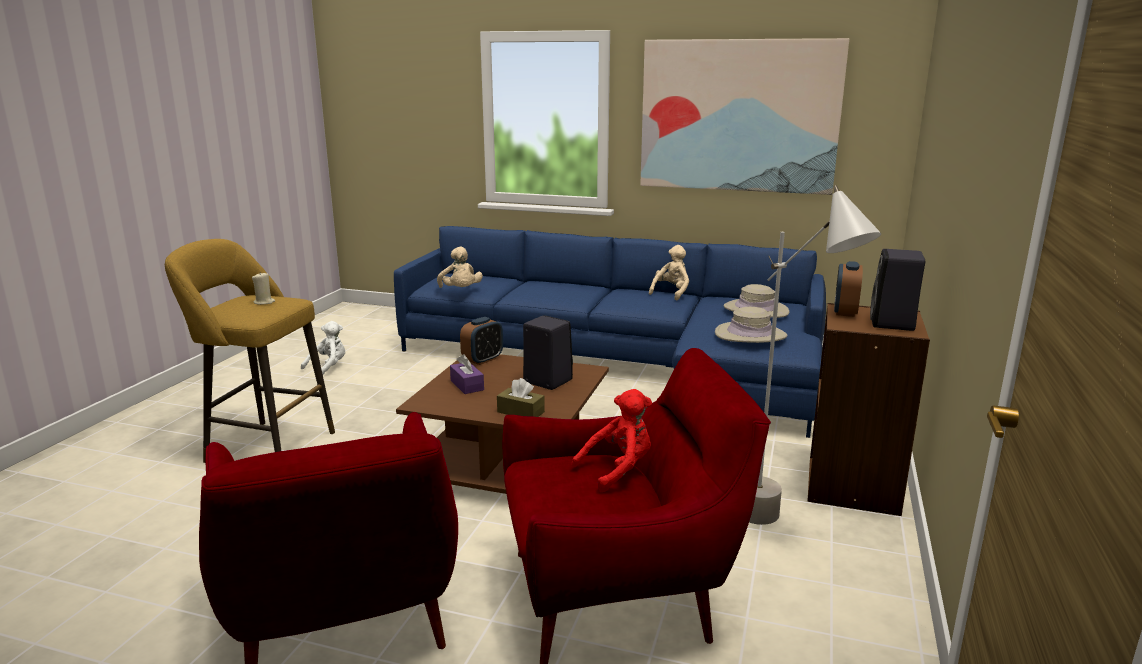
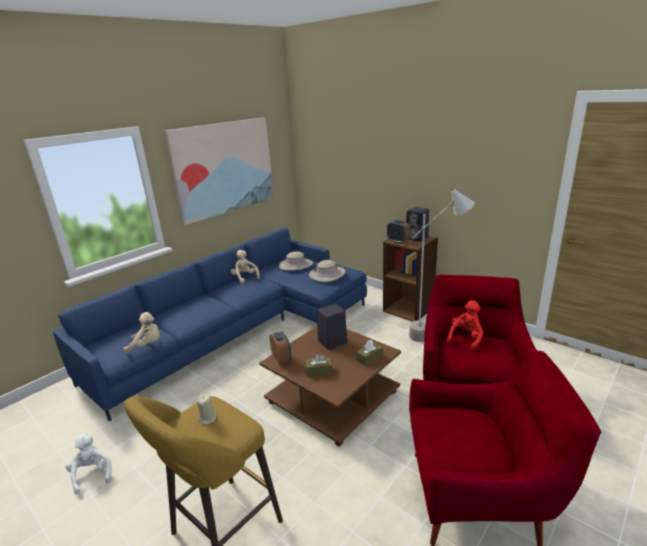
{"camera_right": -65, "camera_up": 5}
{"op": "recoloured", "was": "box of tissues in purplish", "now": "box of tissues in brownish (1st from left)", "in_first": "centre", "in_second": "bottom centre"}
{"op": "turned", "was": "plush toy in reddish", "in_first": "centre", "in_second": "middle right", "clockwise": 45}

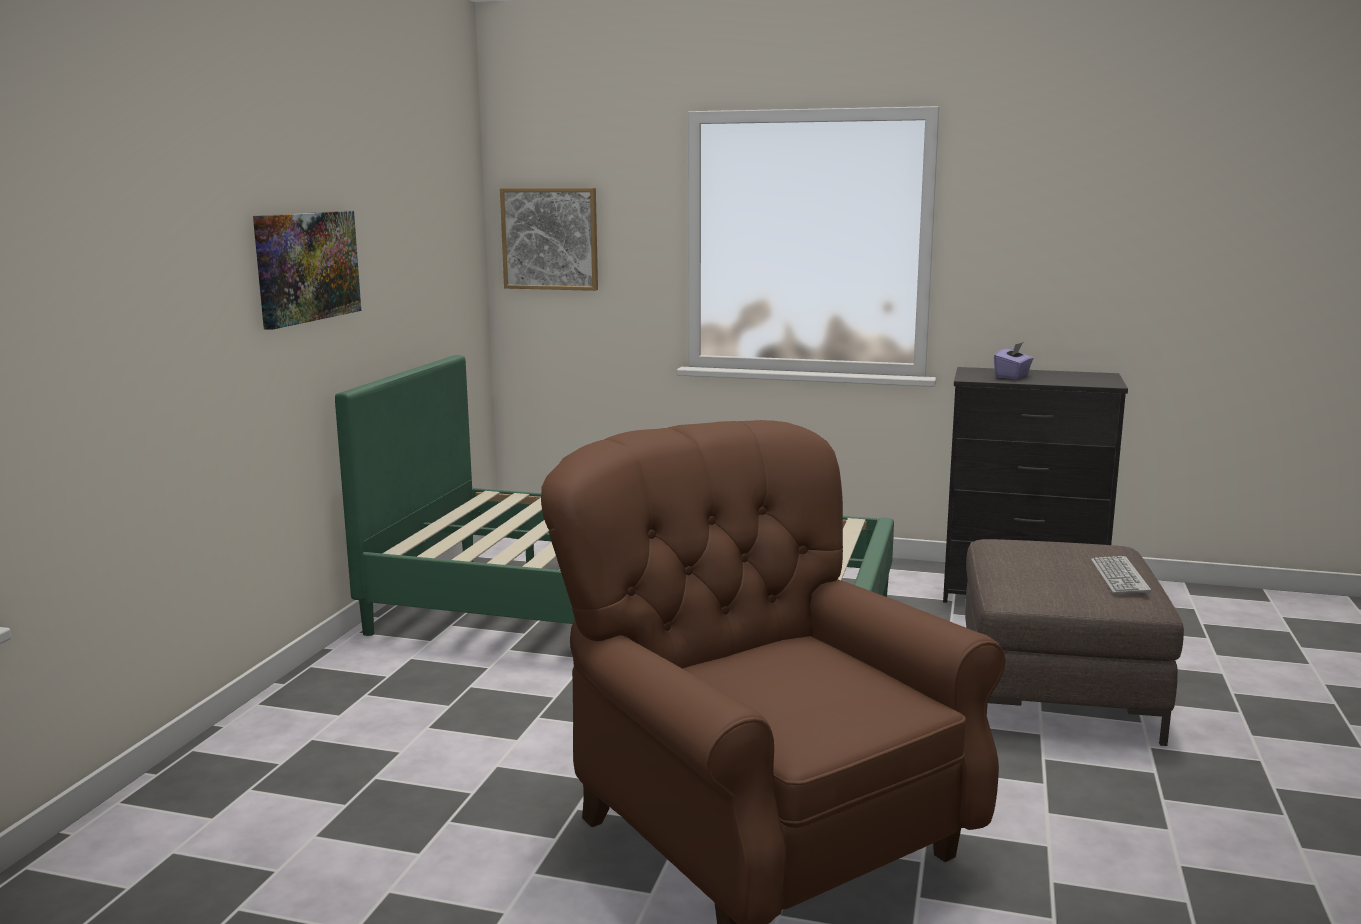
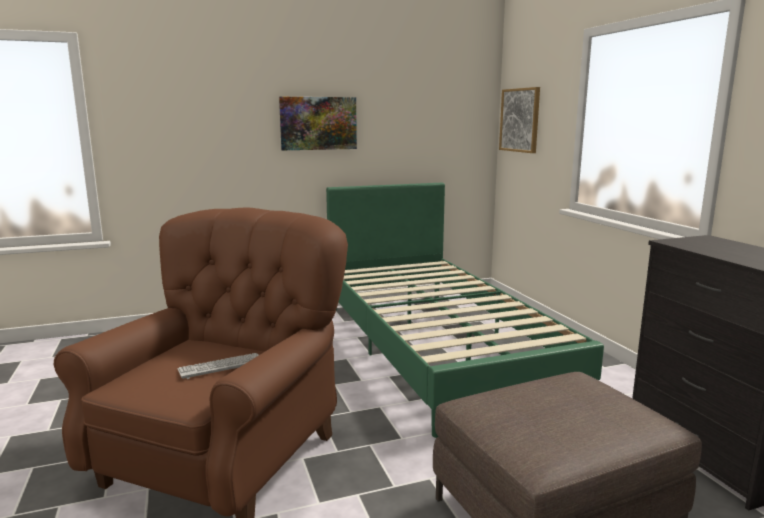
{"camera_right": 55, "camera_up": 0}
{"op": "removed", "was": "box of tissues in purplish", "in_first": "middle right"}
{"op": "moved", "was": "keyboard", "in_first": "middle right", "in_second": "bottom left"}

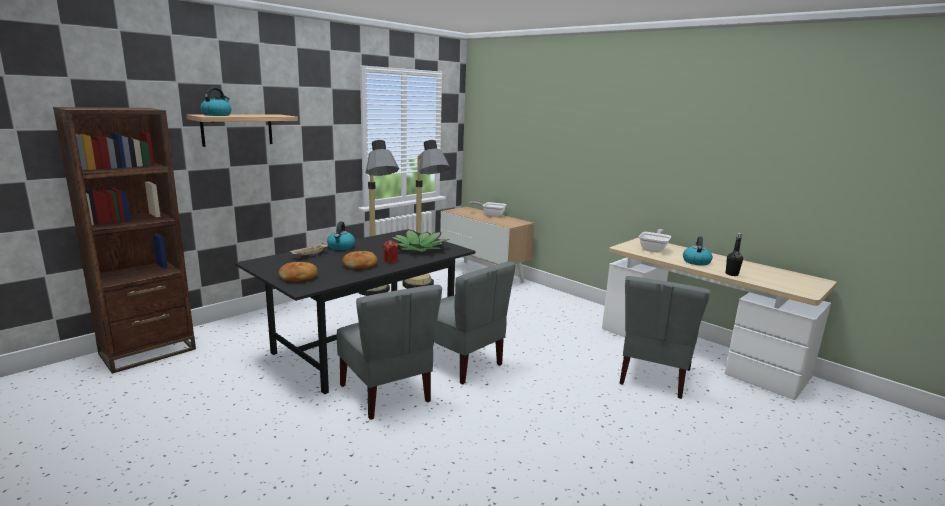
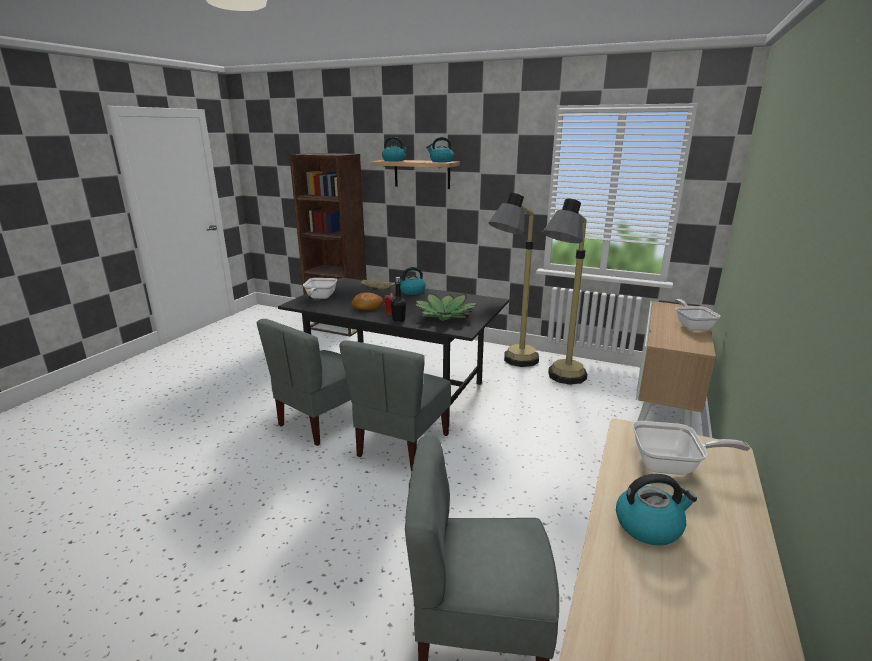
{"camera_right": 70, "camera_up": 5}
{"op": "replaced", "was": "baked bread (1st from left)", "now": "skillet (1st from left)", "in_first": "middle left", "in_second": "centre"}
{"op": "moved", "was": "bottle in black", "in_first": "middle right", "in_second": "centre"}
{"op": "added", "now": "kettle (3rd from left)", "in_second": "top centre"}

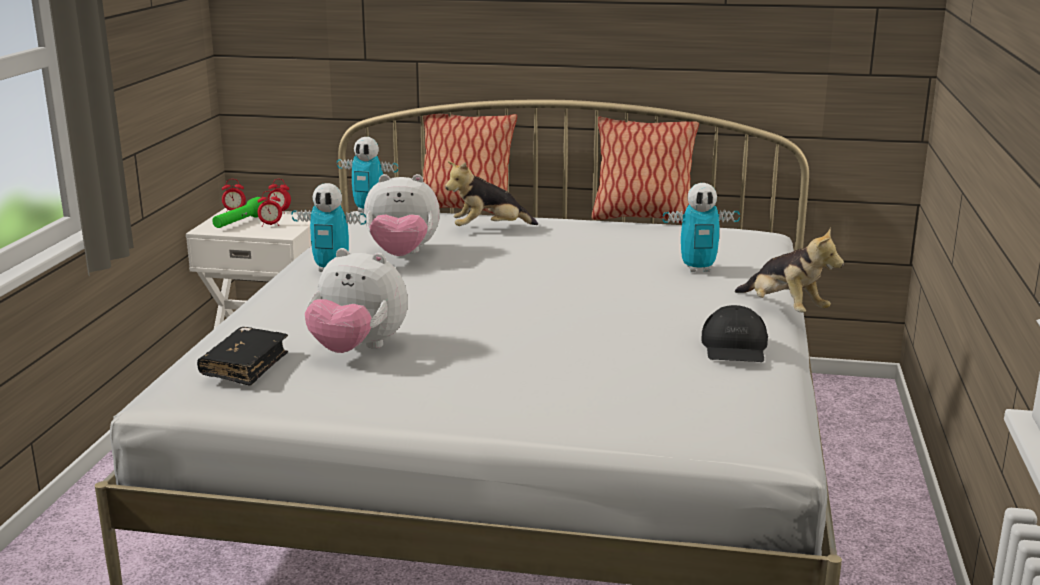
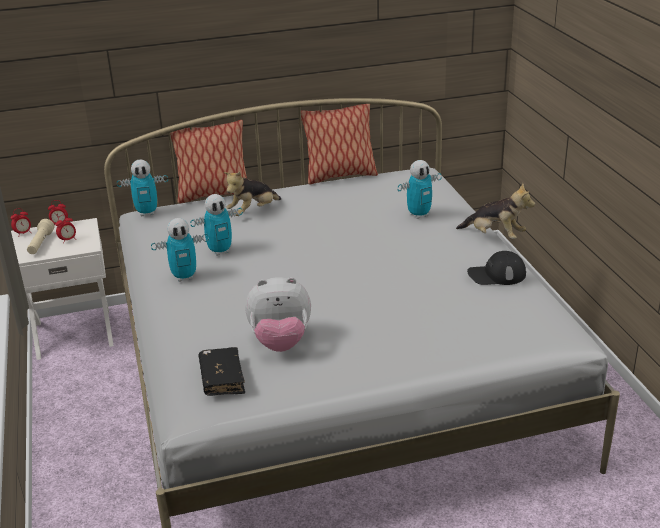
{"camera_right": -25, "camera_up": 10}
{"op": "recoloured", "was": "flashlight in green", "now": "flashlight in beige", "in_first": "middle left", "in_second": "middle left"}
{"op": "replaced", "was": "plush toy (2nd from left)", "now": "robot figure (3rd from left)", "in_first": "centre", "in_second": "middle left"}
{"op": "turned", "was": "cap in black", "in_first": "middle right", "in_second": "middle right", "clockwise": 105}

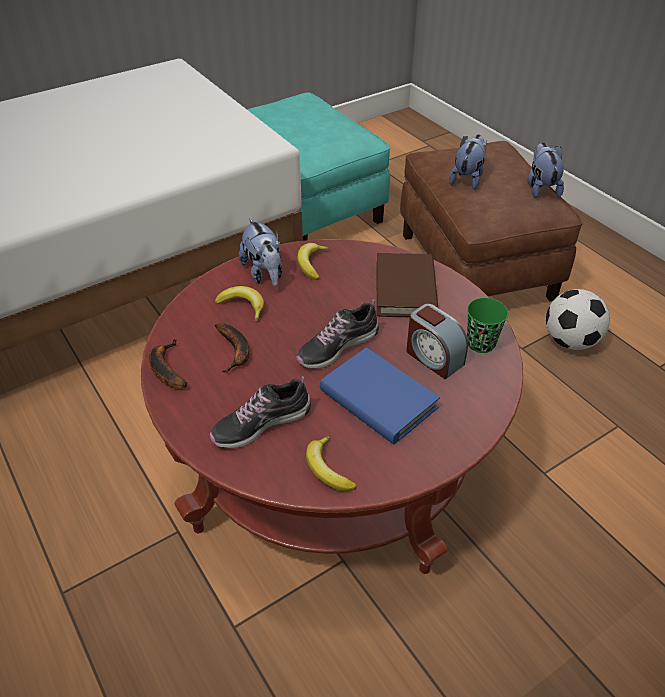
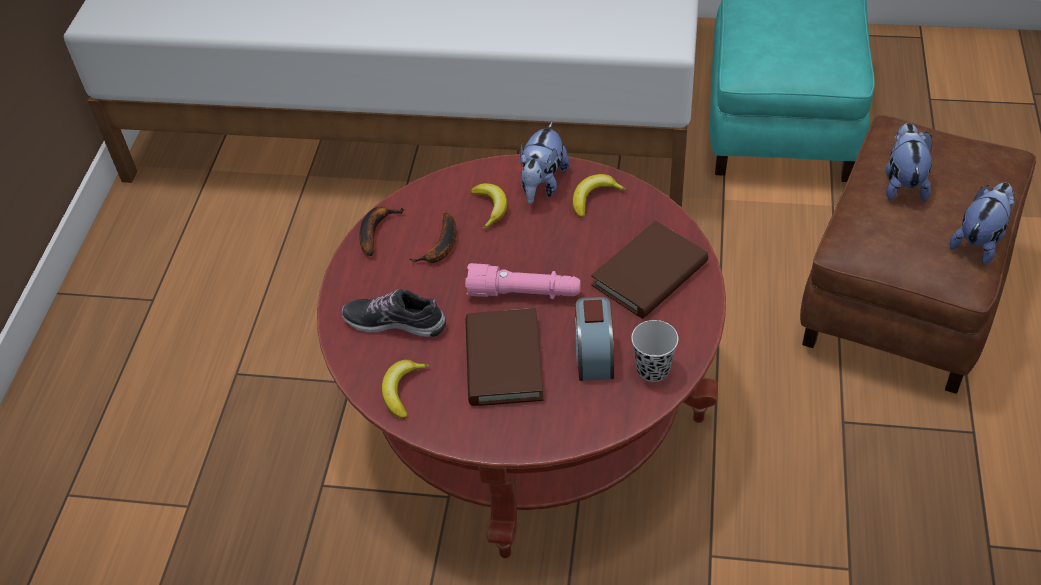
{"camera_right": 45, "camera_up": 5}
{"op": "replaced", "was": "low shoe (2nd from left)", "now": "flashlight in pinkish", "in_first": "centre", "in_second": "centre"}
{"op": "recoloured", "was": "bound book in blue", "now": "bound book in brownish (1st from left)", "in_first": "centre", "in_second": "centre"}
{"op": "turned", "was": "plush toy (2nd from left)", "in_first": "top right", "in_second": "top right", "clockwise": -60}
{"op": "recoloured", "was": "cup in green", "now": "cup in black", "in_first": "middle right", "in_second": "centre"}
{"op": "removed", "was": "football", "in_first": "middle right"}

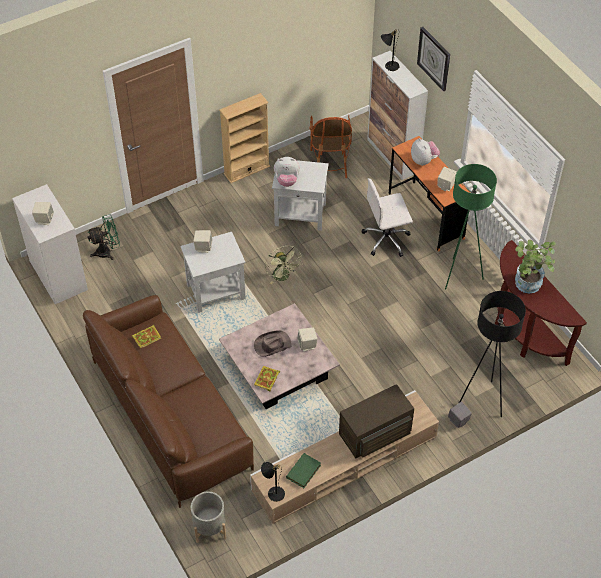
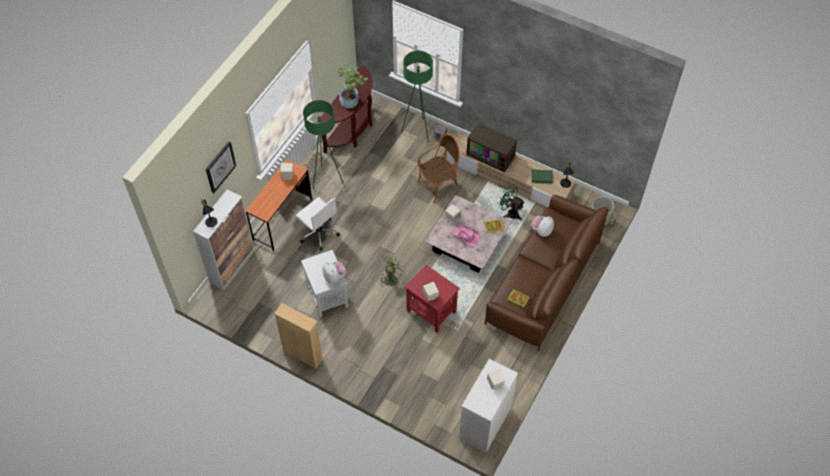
{"camera_right": -120, "camera_up": 5}
{"op": "moved", "was": "electric fan in green (1st from left in the first image)", "now": "electric fan in green (2nd from left)", "in_first": "middle left", "in_second": "centre"}
{"op": "recoloured", "was": "accent table in white (1st from left)", "now": "accent table in reddish", "in_first": "centre", "in_second": "centre"}
{"op": "recoloured", "was": "wearable hat in brownish", "now": "wearable hat in pinkish", "in_first": "centre", "in_second": "centre"}
{"op": "moved", "was": "armchair", "in_first": "top centre", "in_second": "centre"}
{"op": "moved", "was": "plush toy (2nd from left)", "in_first": "top right", "in_second": "centre"}
{"op": "recoloured", "was": "standard lamp in black", "now": "standard lamp in green (2nd from left)", "in_first": "middle right", "in_second": "top centre"}

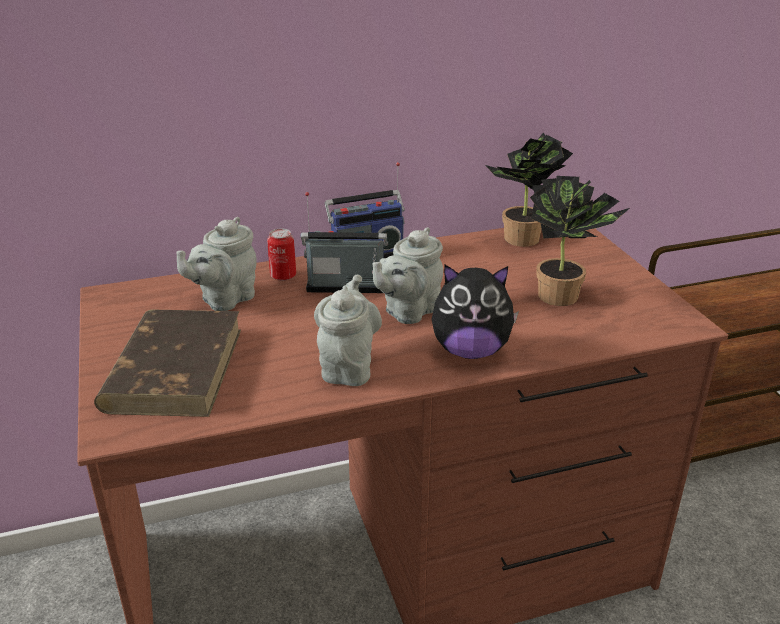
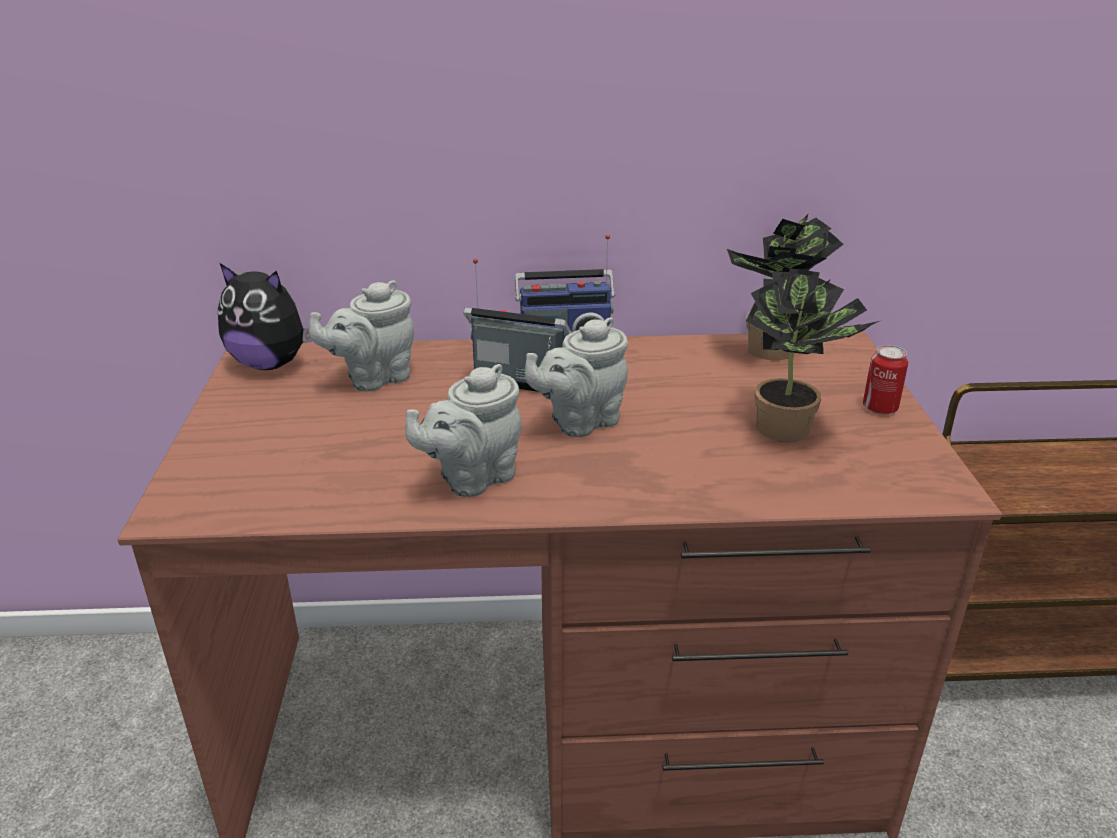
{"camera_right": 15, "camera_up": 0}
{"op": "removed", "was": "bound book in brownish", "in_first": "middle left"}
{"op": "moved", "was": "sealed can", "in_first": "centre", "in_second": "middle right"}
{"op": "turned", "was": "teapot in greyish (2nd from left)", "in_first": "centre", "in_second": "centre", "clockwise": -150}
{"op": "moved", "was": "plush toy", "in_first": "centre", "in_second": "middle left"}

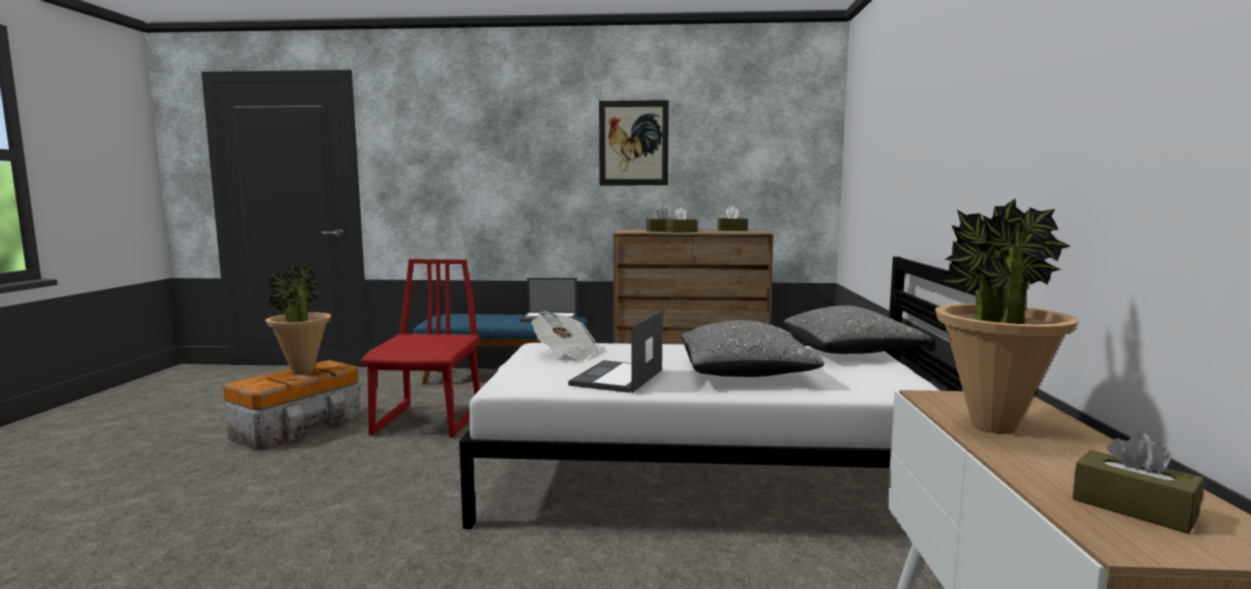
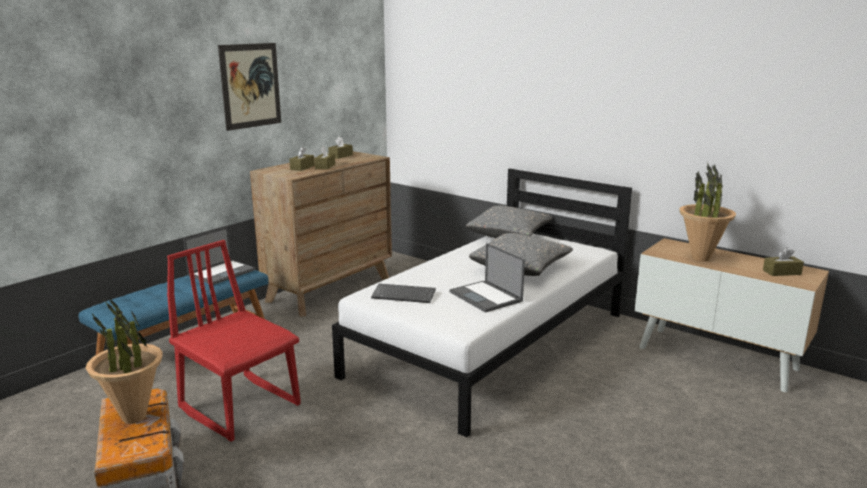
{"camera_right": -55, "camera_up": 10}
{"op": "replaced", "was": "daily paper", "now": "keyboard", "in_first": "centre", "in_second": "centre"}

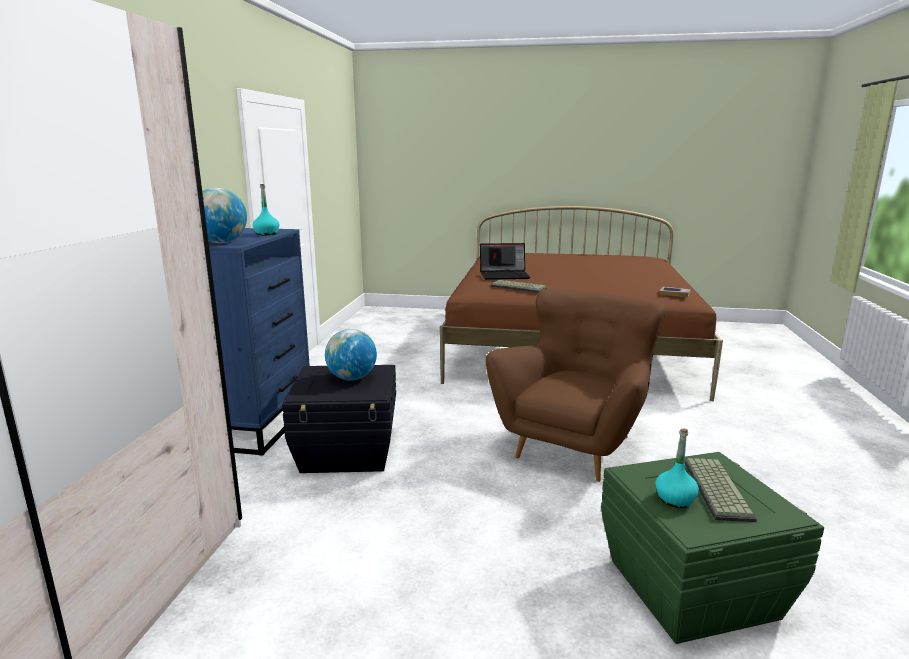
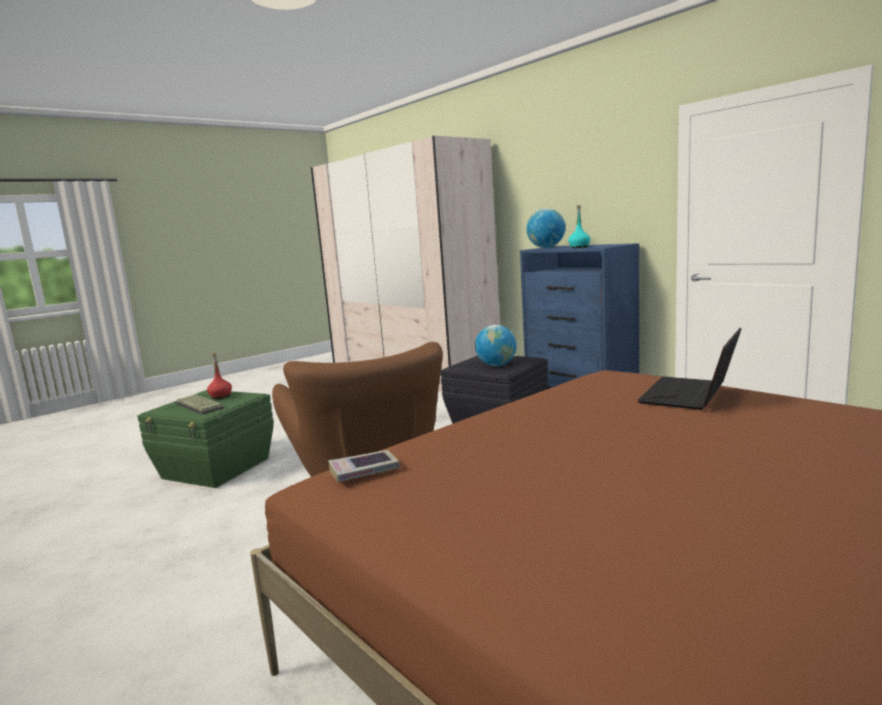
{"camera_right": 130, "camera_up": -5}
{"op": "removed", "was": "keyboard (1st from left)", "in_first": "centre"}
{"op": "recoloured", "was": "bottle in turquoise-coloured (2nd from left)", "now": "bottle in reddish", "in_first": "bottom right", "in_second": "middle left"}

